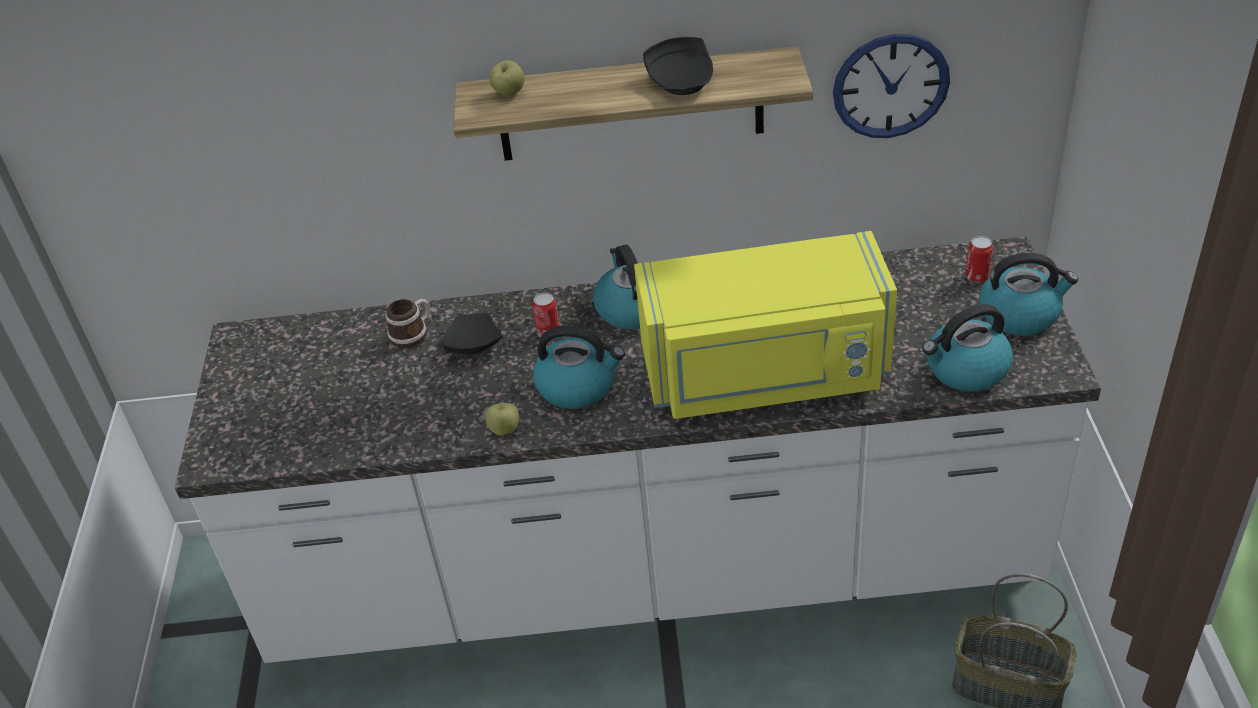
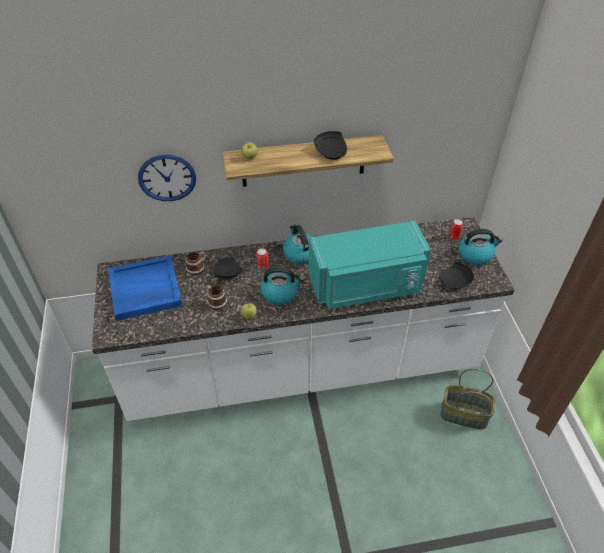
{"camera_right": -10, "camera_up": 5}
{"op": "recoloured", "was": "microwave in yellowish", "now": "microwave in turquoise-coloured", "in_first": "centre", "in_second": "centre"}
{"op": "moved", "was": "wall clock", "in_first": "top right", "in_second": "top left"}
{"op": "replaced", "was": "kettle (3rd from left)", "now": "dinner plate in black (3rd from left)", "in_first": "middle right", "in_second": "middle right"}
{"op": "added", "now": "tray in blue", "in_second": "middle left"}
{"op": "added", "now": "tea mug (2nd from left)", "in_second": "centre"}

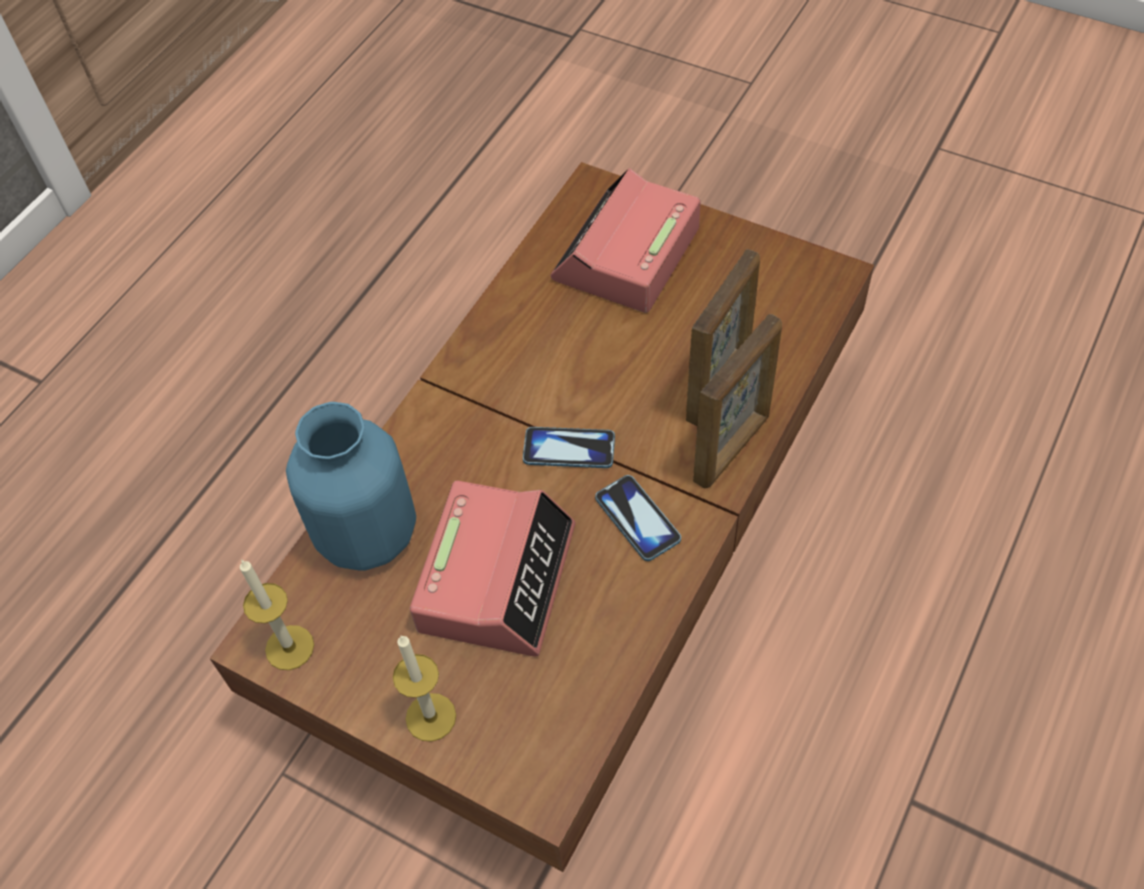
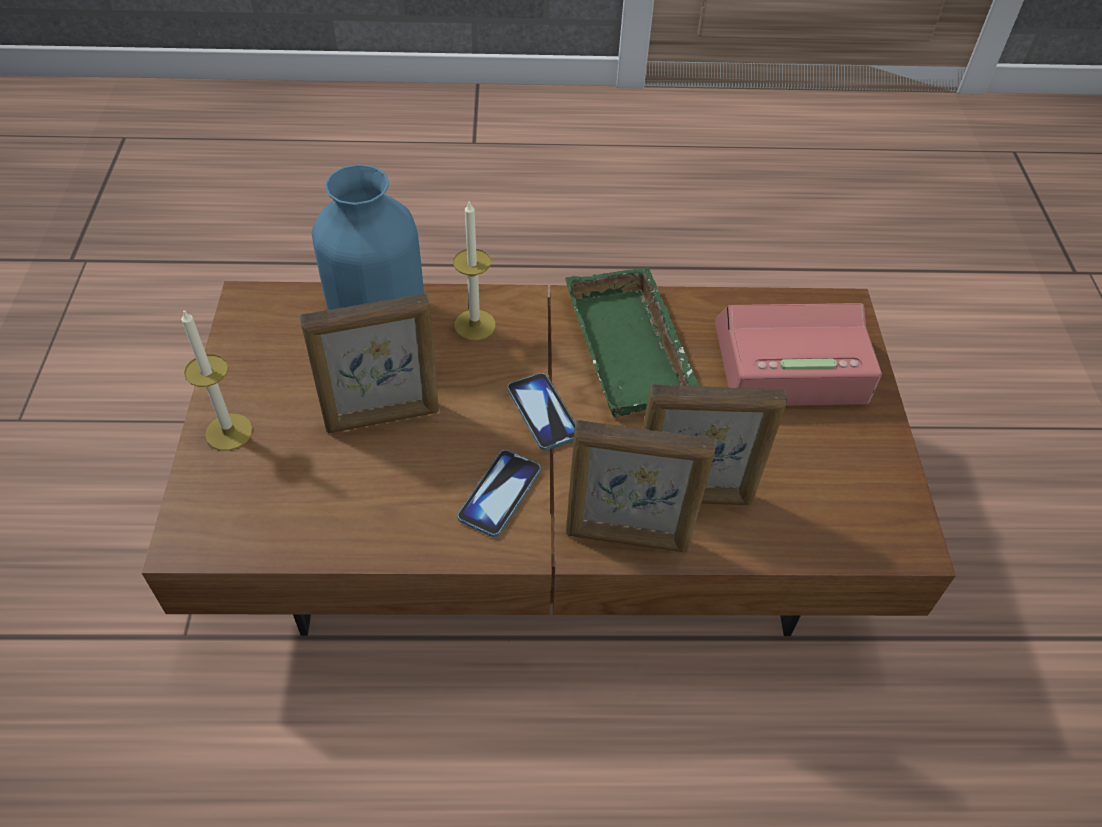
{"camera_right": 55, "camera_up": -5}
{"op": "moved", "was": "wax light (1st from left in the first image)", "now": "wax light (2nd from left)", "in_first": "bottom left", "in_second": "top centre"}
{"op": "replaced", "was": "bedside clock (1st from left)", "now": "photo frame (1st from left)", "in_first": "centre", "in_second": "centre"}
{"op": "added", "now": "tray in green", "in_second": "centre"}

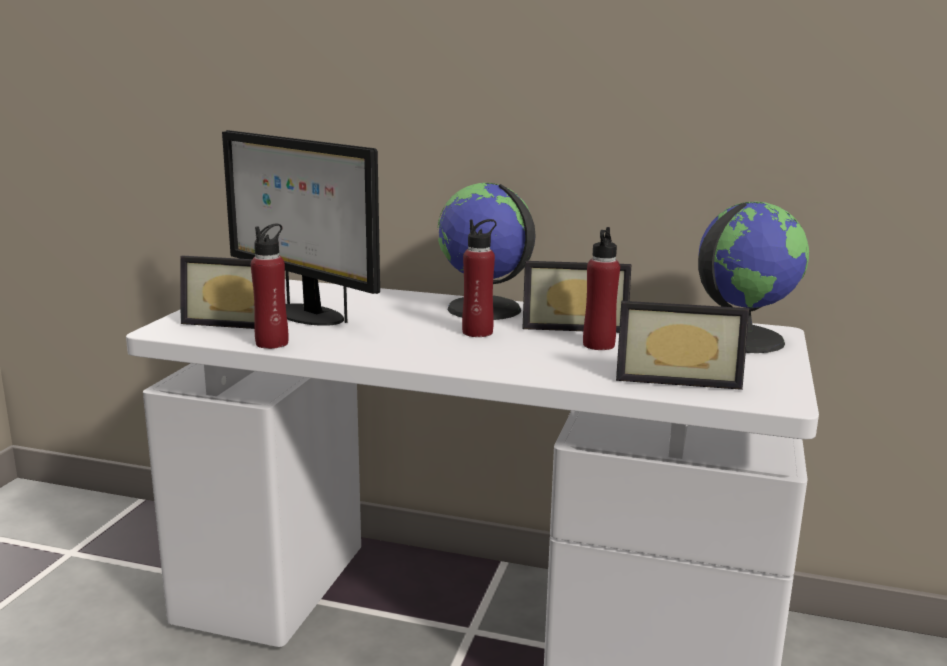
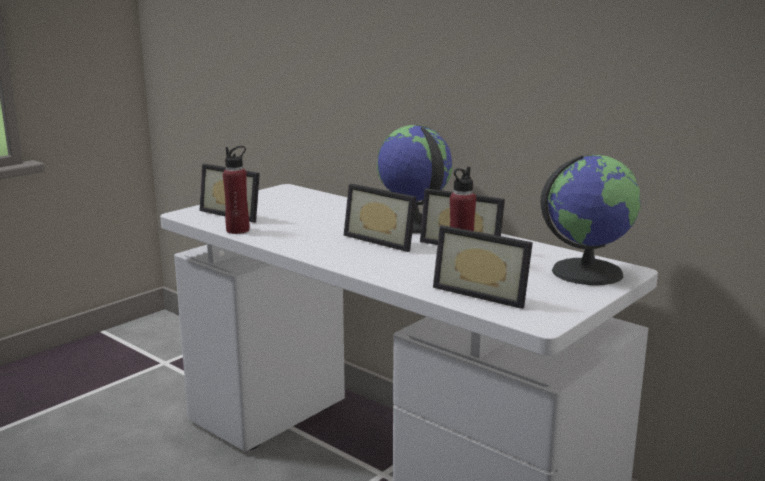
{"camera_right": 25, "camera_up": 0}
{"op": "removed", "was": "monitor", "in_first": "middle left"}
{"op": "replaced", "was": "bottle in reddish (2nd from left)", "now": "photo frame (2nd from left)", "in_first": "centre", "in_second": "centre"}

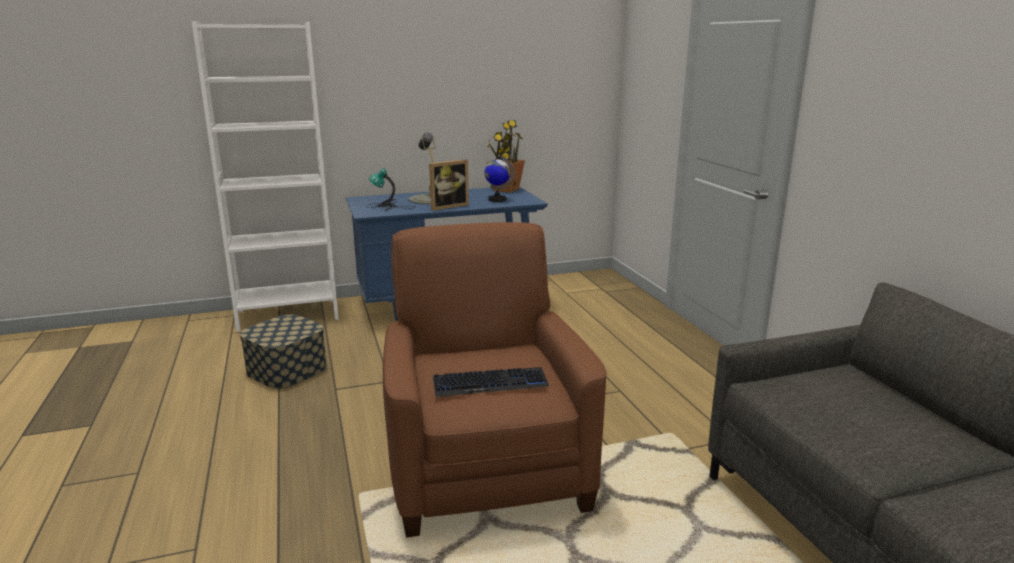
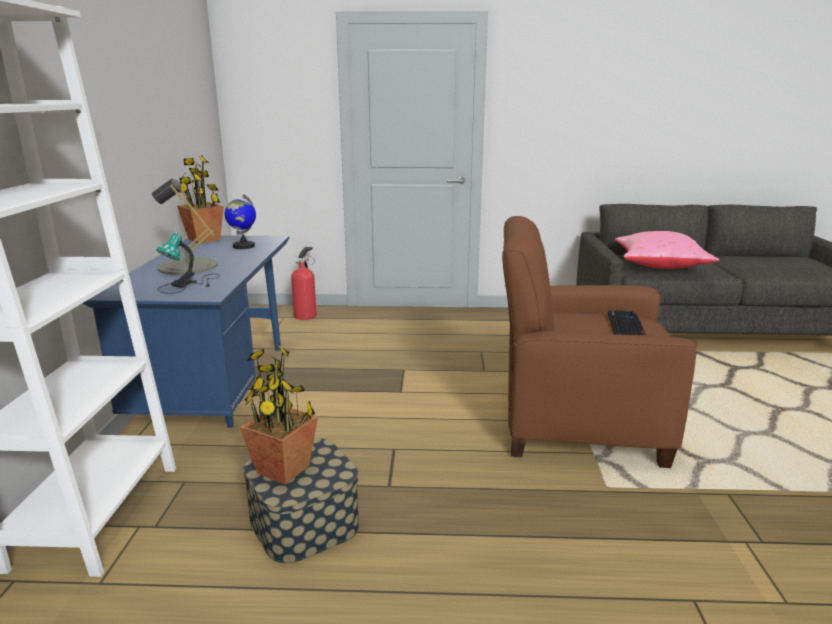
{"camera_right": -70, "camera_up": 0}
{"op": "removed", "was": "photo frame", "in_first": "top centre"}
{"op": "added", "now": "plant in a pot (2nd from left)", "in_second": "centre"}
{"op": "added", "now": "fire extinguisher", "in_second": "centre"}
{"op": "added", "now": "throw pillow in pinkish", "in_second": "middle right"}

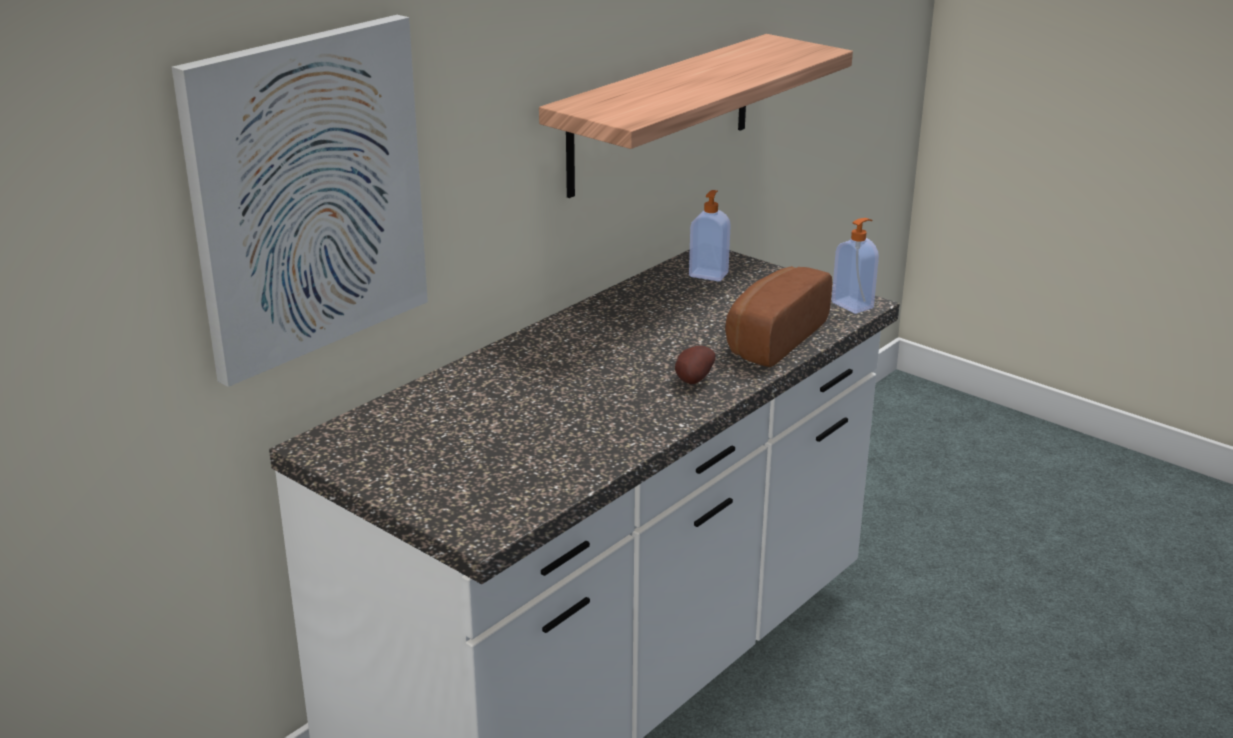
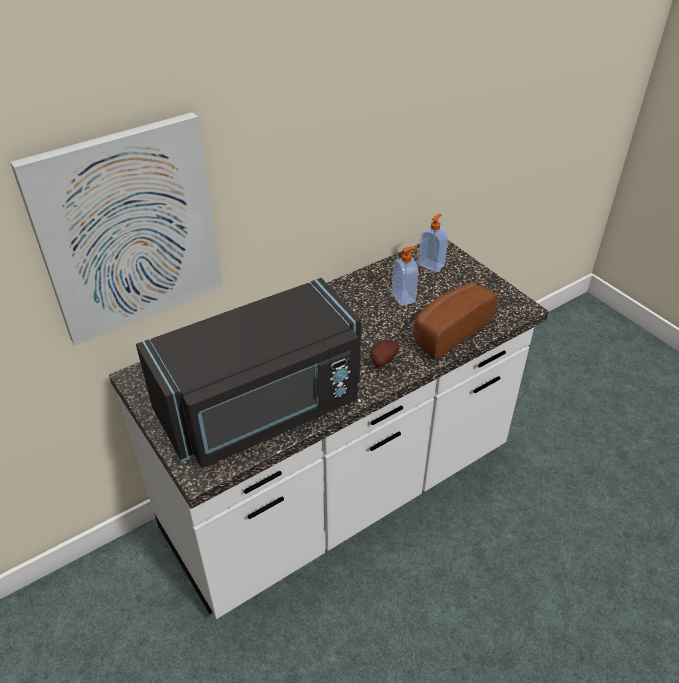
{"camera_right": 15, "camera_up": 15}
{"op": "removed", "was": "wall shelf", "in_first": "top centre"}
{"op": "moved", "was": "soap dispenser (2nd from left in the first image)", "now": "soap dispenser (1st from left)", "in_first": "middle right", "in_second": "centre"}
{"op": "added", "now": "microwave in black", "in_second": "centre"}

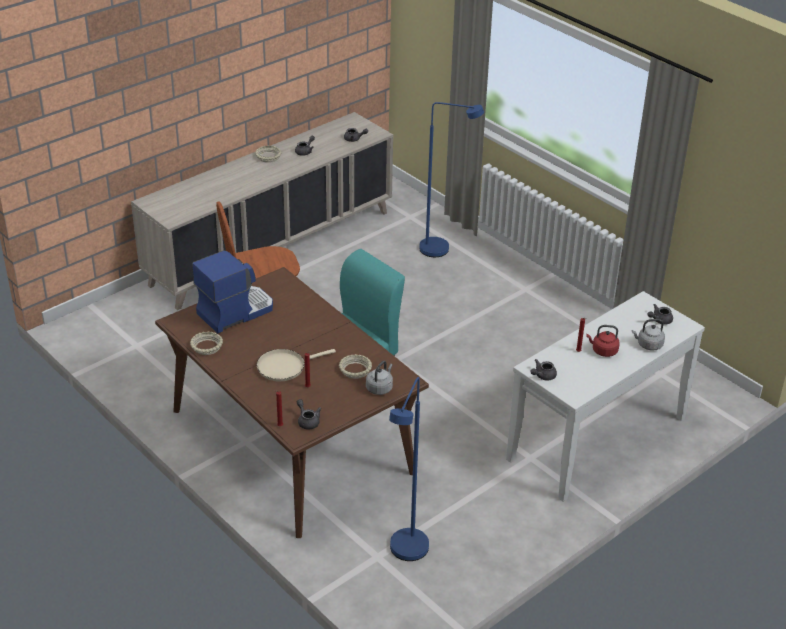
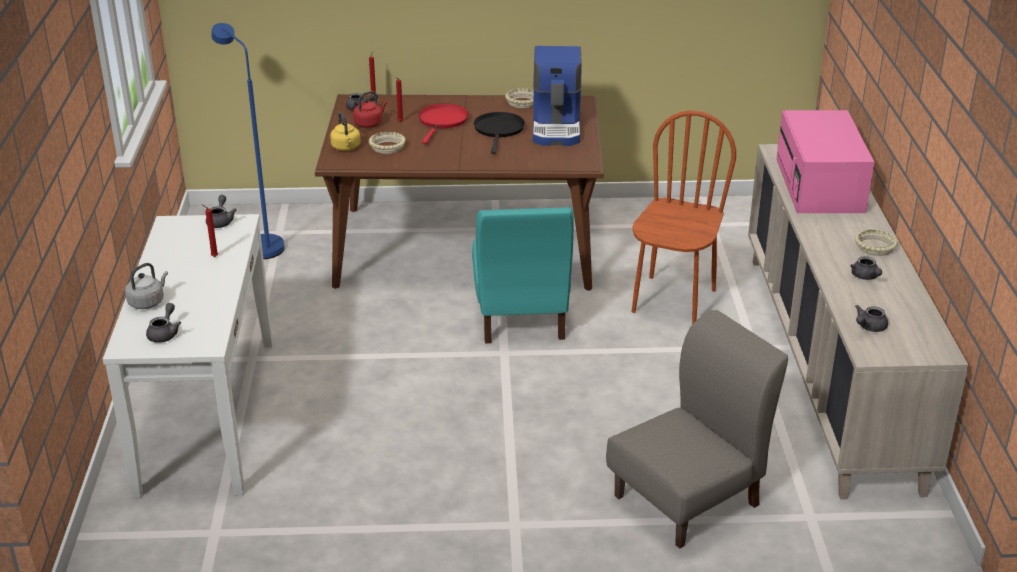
{"camera_right": 130, "camera_up": -5}
{"op": "recoloured", "was": "skillet in beige", "now": "skillet in reddish", "in_first": "centre", "in_second": "top centre"}
{"op": "recoloured", "was": "kettle in greyish (1st from left)", "now": "kettle in yellowish", "in_first": "centre", "in_second": "top centre"}
{"op": "replaced", "was": "standard lamp in blue (2nd from left)", "now": "chair in greyish", "in_first": "top centre", "in_second": "bottom right"}
{"op": "moved", "was": "kettle in reddish", "in_first": "middle right", "in_second": "top centre"}
{"op": "added", "now": "skillet in black", "in_second": "top centre"}
{"op": "added", "now": "microwave in pinkish", "in_second": "top right"}

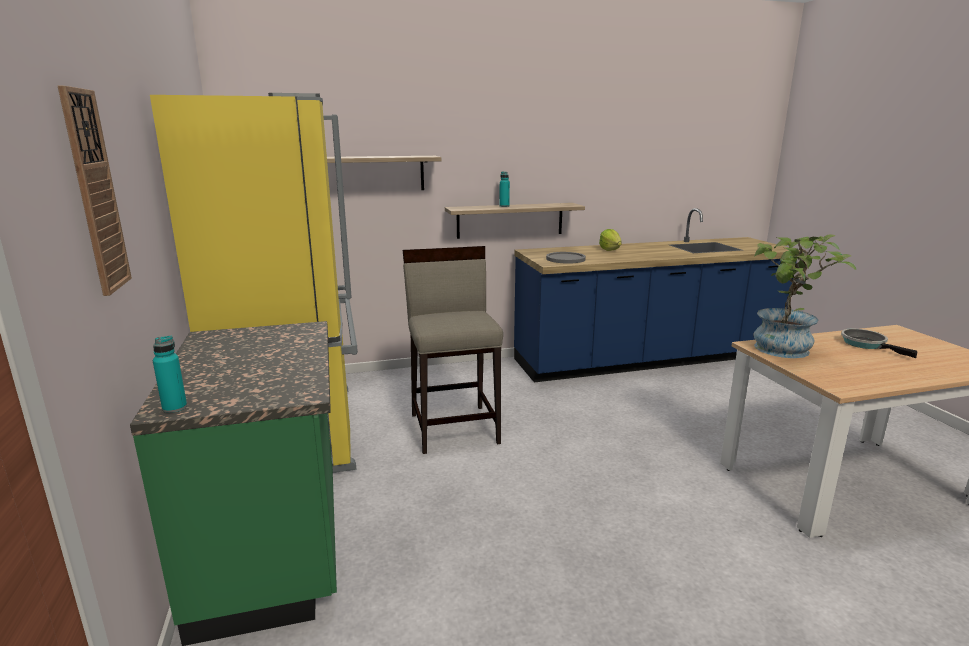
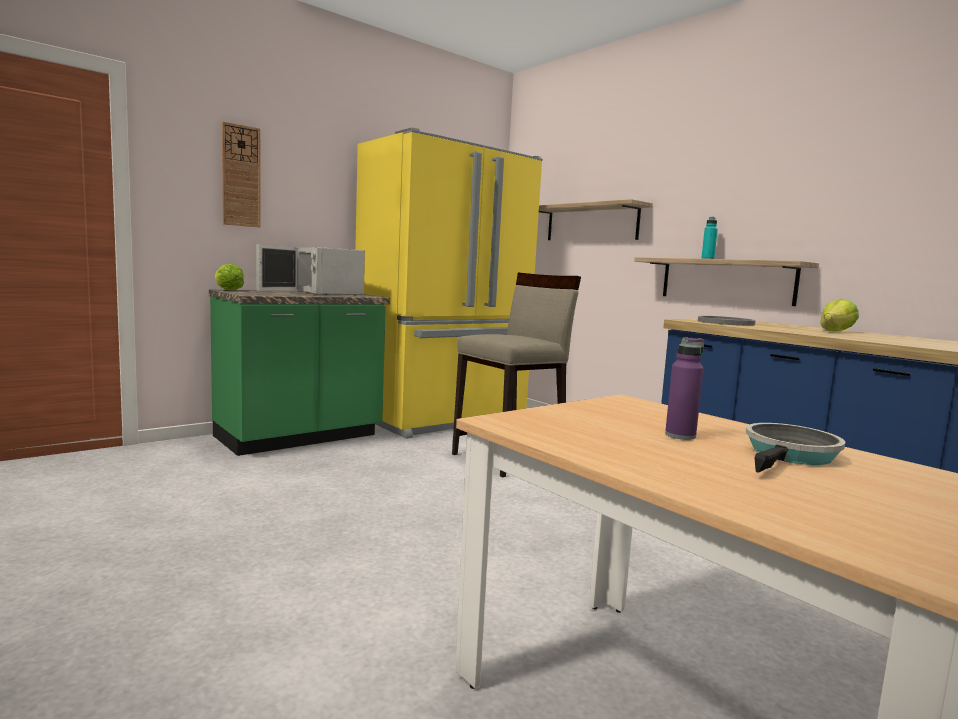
{"camera_right": 65, "camera_up": -10}
{"op": "replaced", "was": "bottle in turquoise-coloured (1st from left)", "now": "head of lettuce (1st from left)", "in_first": "middle left", "in_second": "middle left"}
{"op": "removed", "was": "plant in a pot", "in_first": "middle right"}
{"op": "added", "now": "microwave in white", "in_second": "middle left"}
{"op": "added", "now": "bottle in purplish", "in_second": "middle right"}

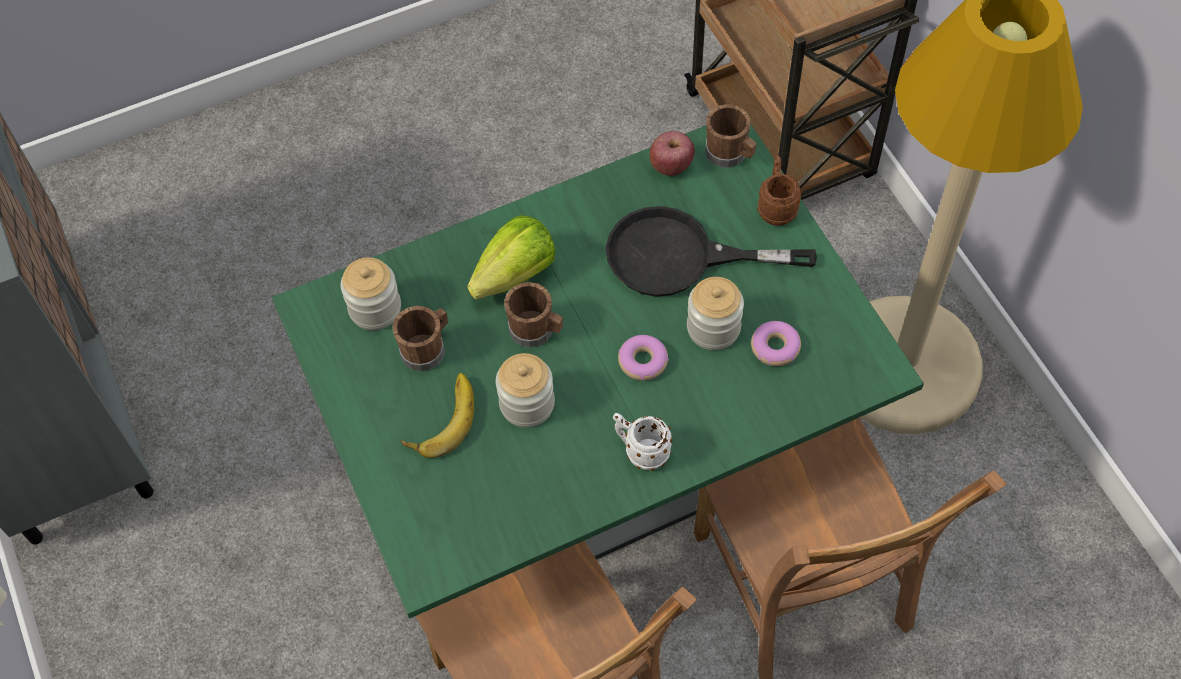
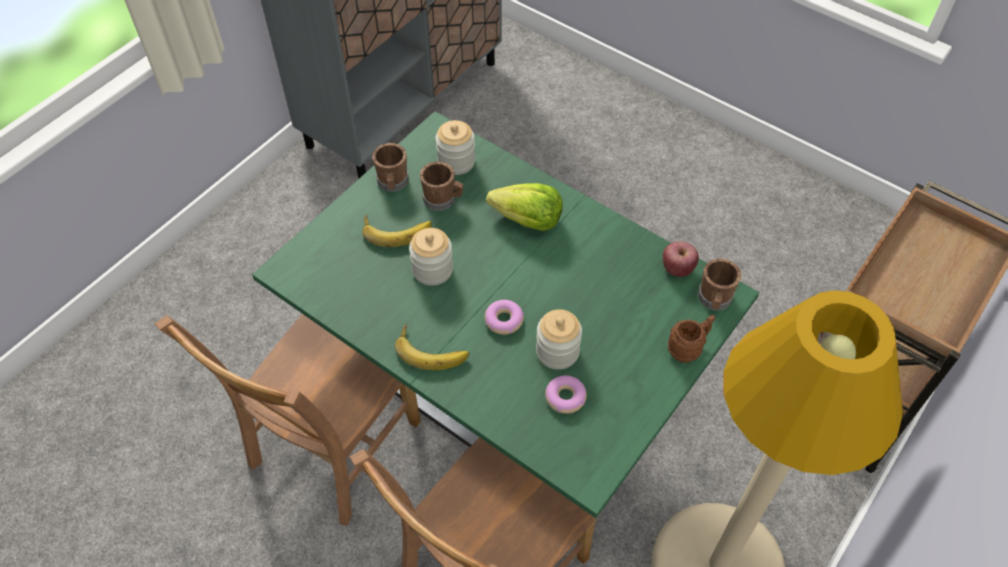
{"camera_right": 60, "camera_up": -5}
{"op": "moved", "was": "tea mug in brownish (2nd from left in the first image)", "now": "tea mug in brownish (1st from left)", "in_first": "centre", "in_second": "top centre"}
{"op": "removed", "was": "skillet in black", "in_first": "centre"}
{"op": "replaced", "was": "tea mug in white", "now": "banana fruit (2nd from left)", "in_first": "centre", "in_second": "centre"}

